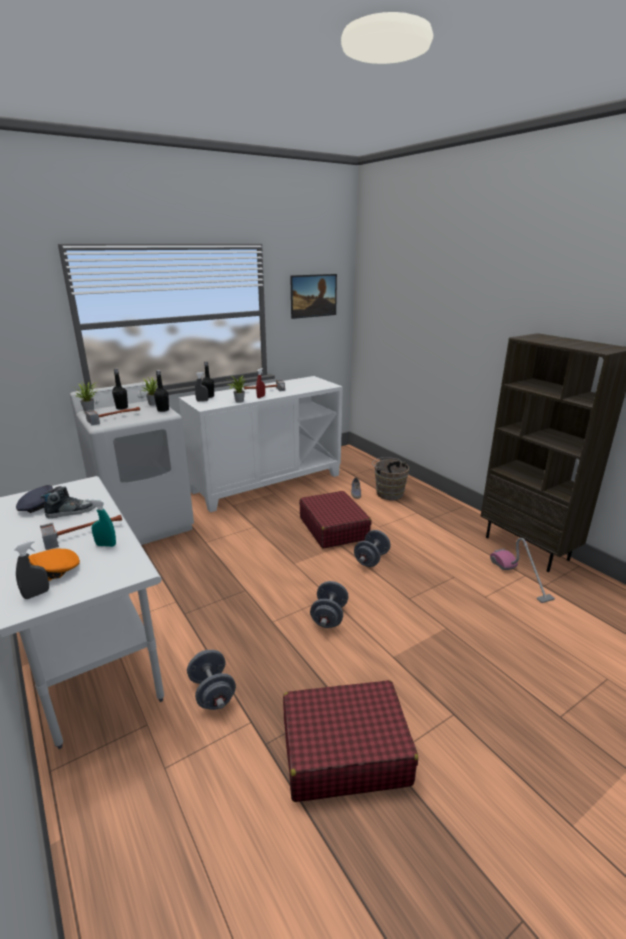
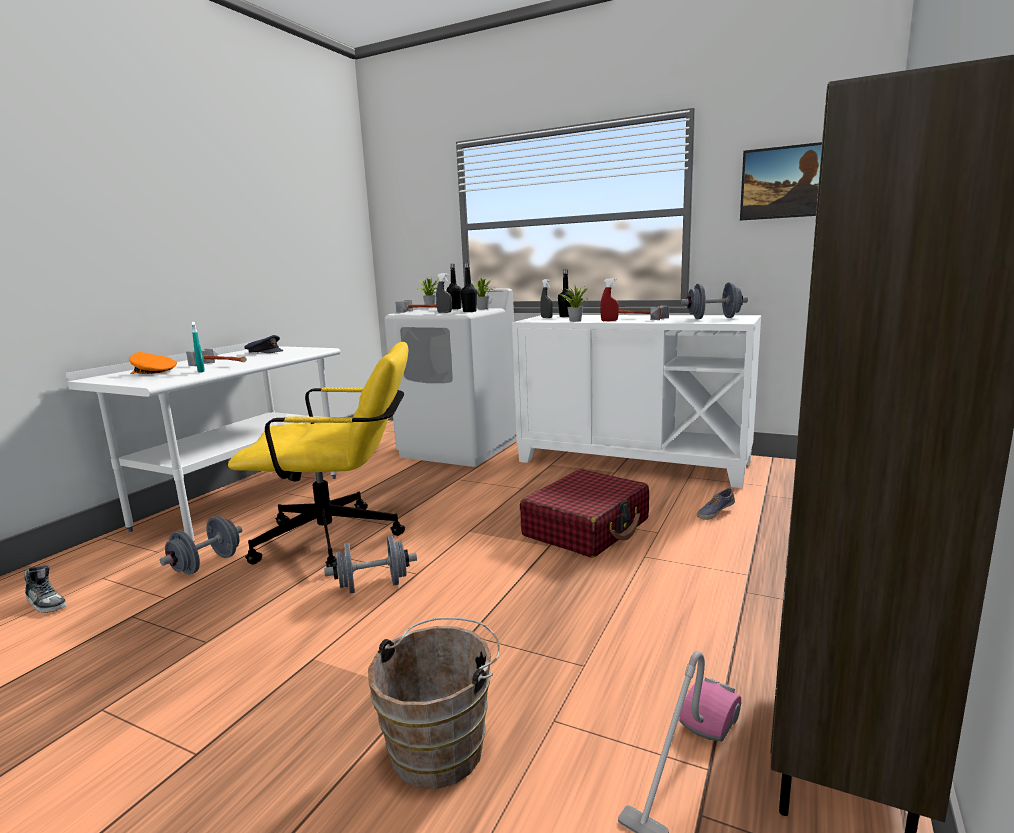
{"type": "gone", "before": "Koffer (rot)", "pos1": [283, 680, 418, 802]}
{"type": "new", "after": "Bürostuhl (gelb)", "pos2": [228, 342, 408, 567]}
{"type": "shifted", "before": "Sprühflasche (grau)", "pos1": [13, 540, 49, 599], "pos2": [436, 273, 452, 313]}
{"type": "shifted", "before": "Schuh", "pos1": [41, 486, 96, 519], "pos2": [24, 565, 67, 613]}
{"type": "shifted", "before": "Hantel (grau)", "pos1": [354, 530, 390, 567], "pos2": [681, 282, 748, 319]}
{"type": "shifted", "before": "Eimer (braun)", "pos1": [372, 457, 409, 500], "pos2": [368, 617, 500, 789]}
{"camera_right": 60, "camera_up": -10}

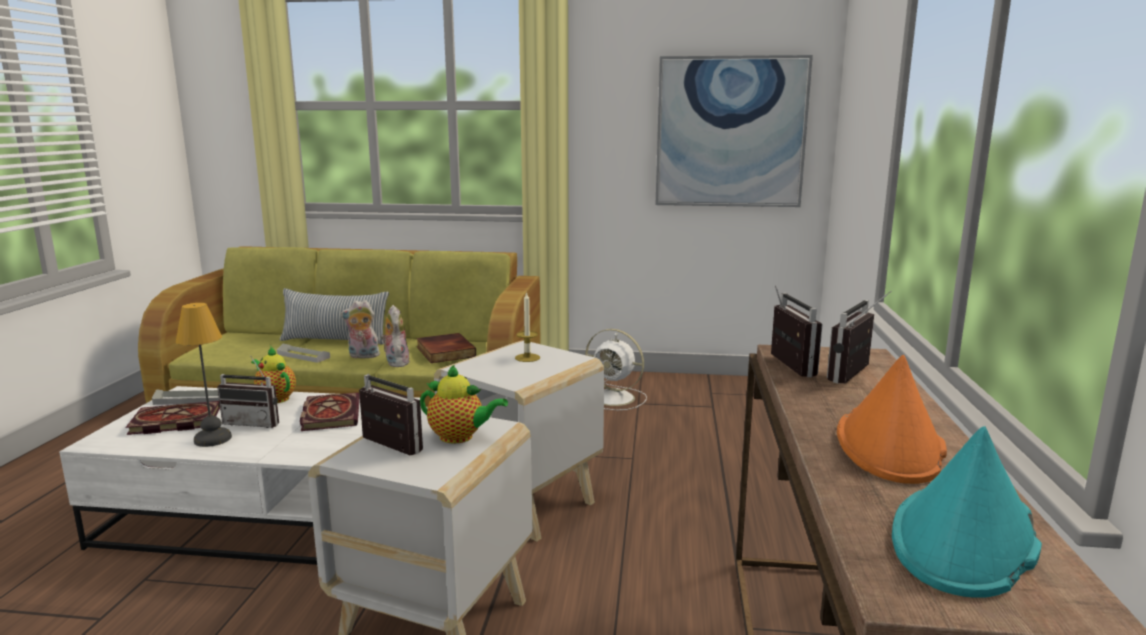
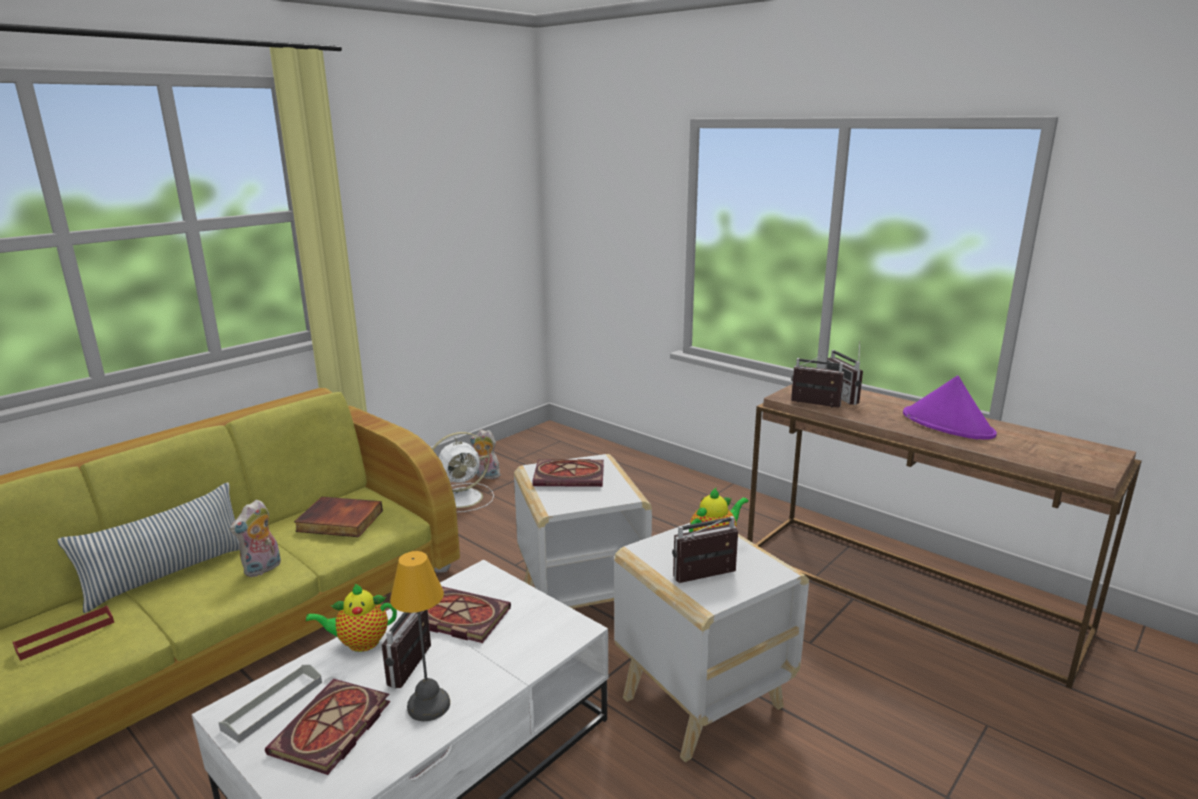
{"type": "gone", "before": "Tablett (grau)", "pos1": [277, 343, 330, 363]}
{"type": "gone", "before": "Bild", "pos1": [656, 55, 813, 207]}
{"type": "gone", "before": "Hut (türkis)", "pos1": [892, 426, 1042, 598]}
{"type": "new", "after": "Tablett (rot)", "pos2": [13, 606, 114, 661]}
{"type": "shifted", "before": "Plüschtier", "pos1": [380, 305, 410, 367], "pos2": [470, 430, 500, 479]}
{"type": "swapped", "before": "Kerze", "after": "Buch", "pos1": [515, 292, 540, 362], "pos2": [533, 459, 604, 487]}
{"type": "repainted", "before": "Hut (orange)", "after": "Hut (lila)", "pos1": [837, 355, 947, 484], "pos2": [903, 376, 997, 440]}
{"type": "rotated", "before": "Radio", "pos1": [217, 355, 279, 428], "pos2": [381, 610, 431, 689], "turn": 150}
{"camera_right": -55, "camera_up": 5}

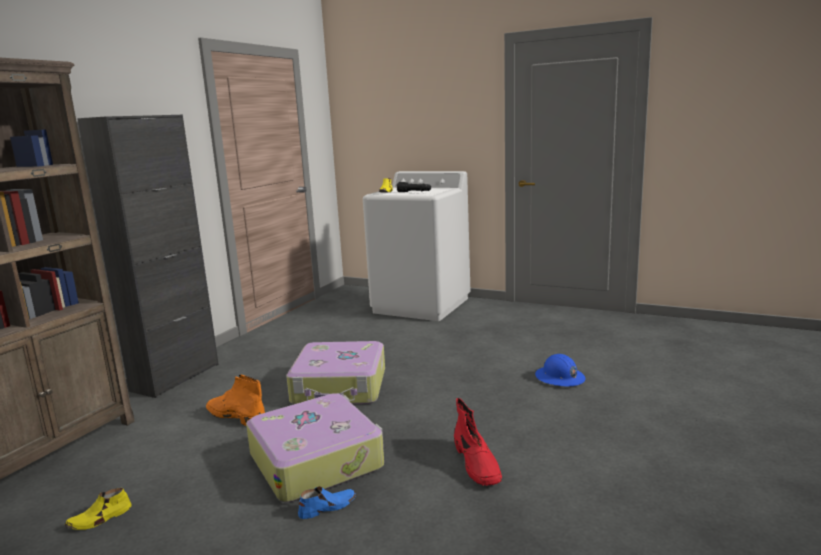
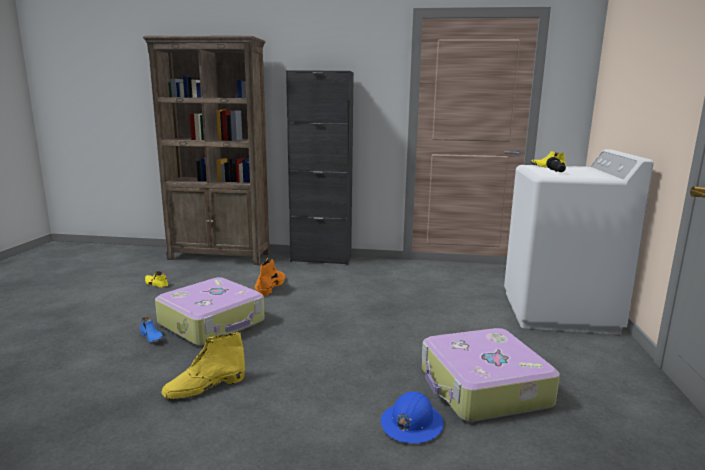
{"type": "shifted", "before": "Koffer", "pos1": [286, 341, 385, 404], "pos2": [422, 328, 560, 422]}
{"type": "repainted", "before": "Stiefel (rot)", "after": "Stiefel (gelb)", "pos1": [454, 398, 502, 486], "pos2": [161, 332, 245, 399]}
{"camera_right": 70, "camera_up": 0}

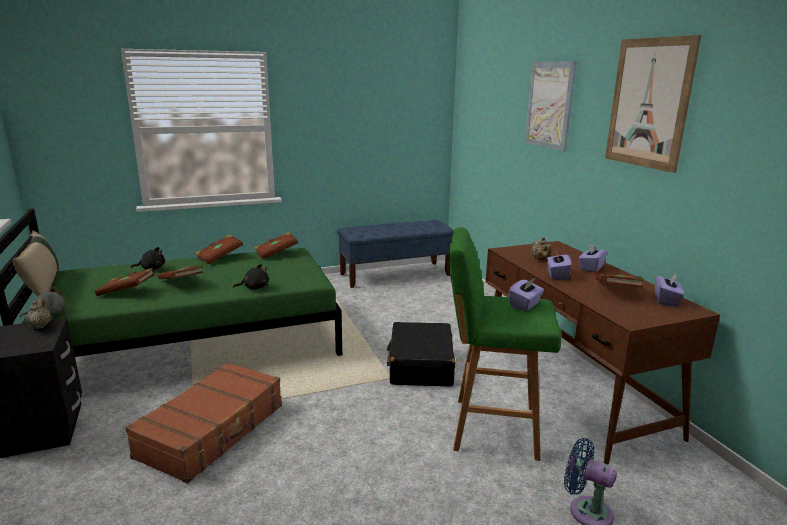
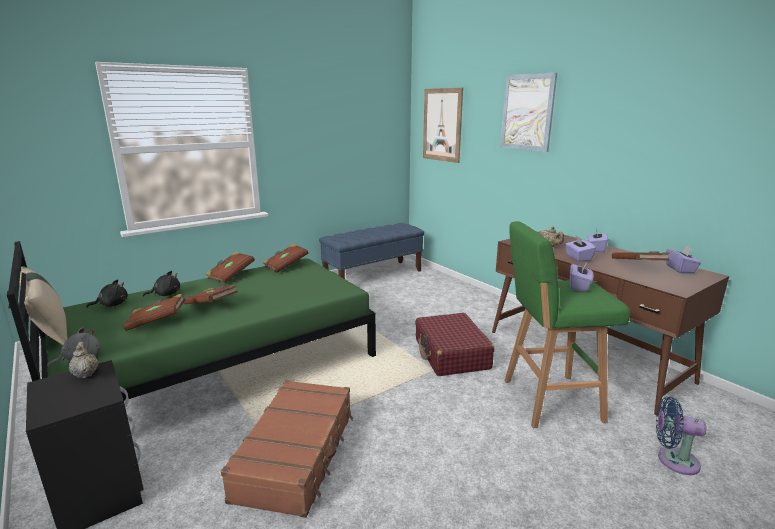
{"type": "shifted", "before": "Plüschtier (schwarz)", "pos1": [233, 264, 269, 290], "pos2": [86, 279, 128, 308]}
{"type": "shifted", "before": "Bild", "pos1": [605, 35, 702, 173], "pos2": [423, 88, 463, 163]}
{"type": "repainted", "before": "Koffer (schwarz)", "after": "Koffer (rot)", "pos1": [387, 322, 455, 386], "pos2": [415, 313, 494, 376]}
{"camera_right": -15, "camera_up": 0}

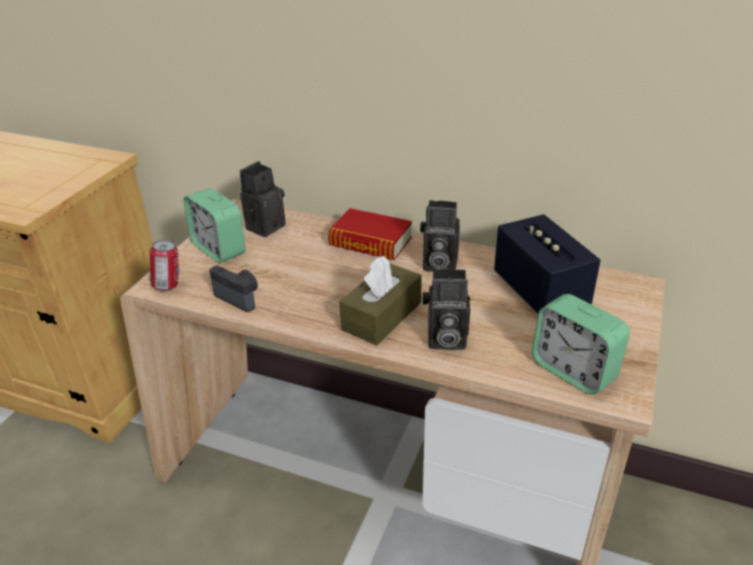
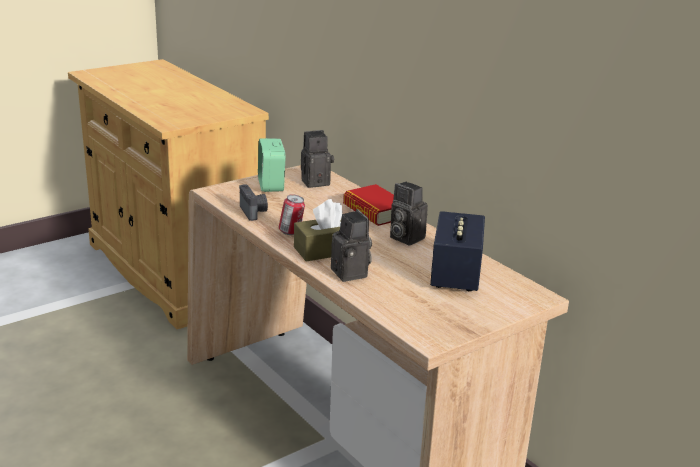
{"type": "gone", "before": "Wecker", "pos1": [532, 294, 630, 395]}
{"type": "shifted", "before": "Dose", "pos1": [150, 240, 179, 291], "pos2": [279, 194, 305, 235]}
{"type": "rotated", "before": "Kamera", "pos1": [422, 269, 471, 350], "pos2": [331, 209, 372, 282], "turn": -150}
{"camera_right": 30, "camera_up": -10}

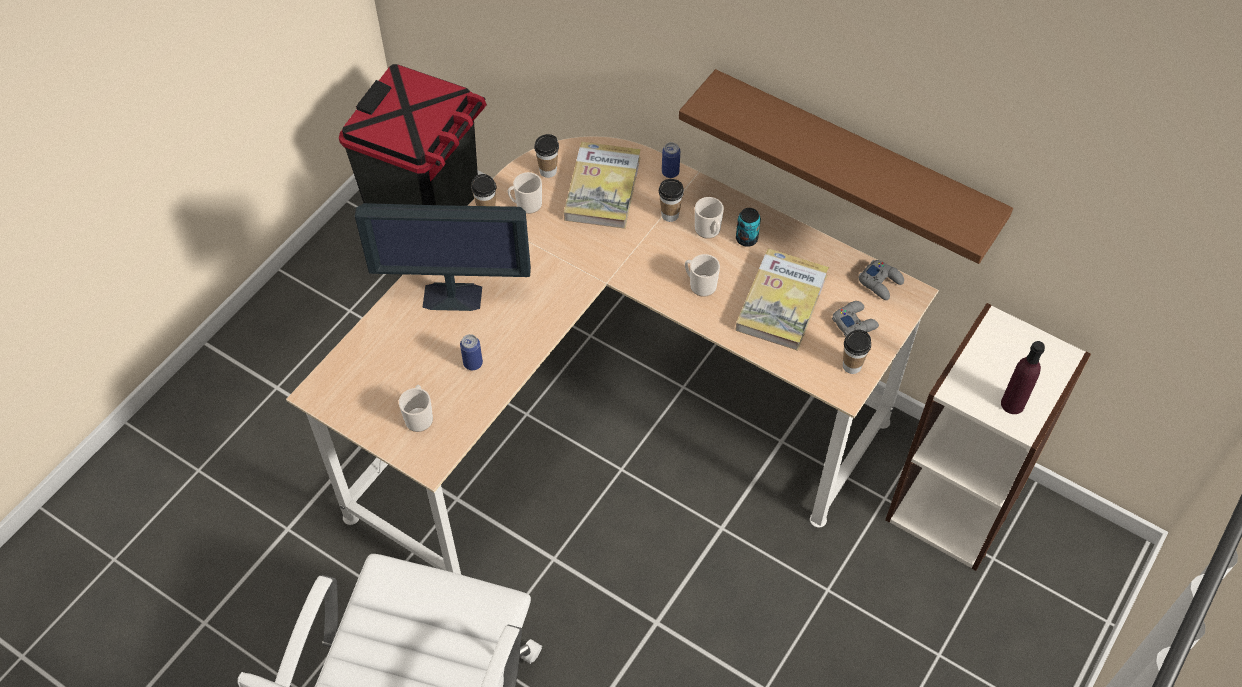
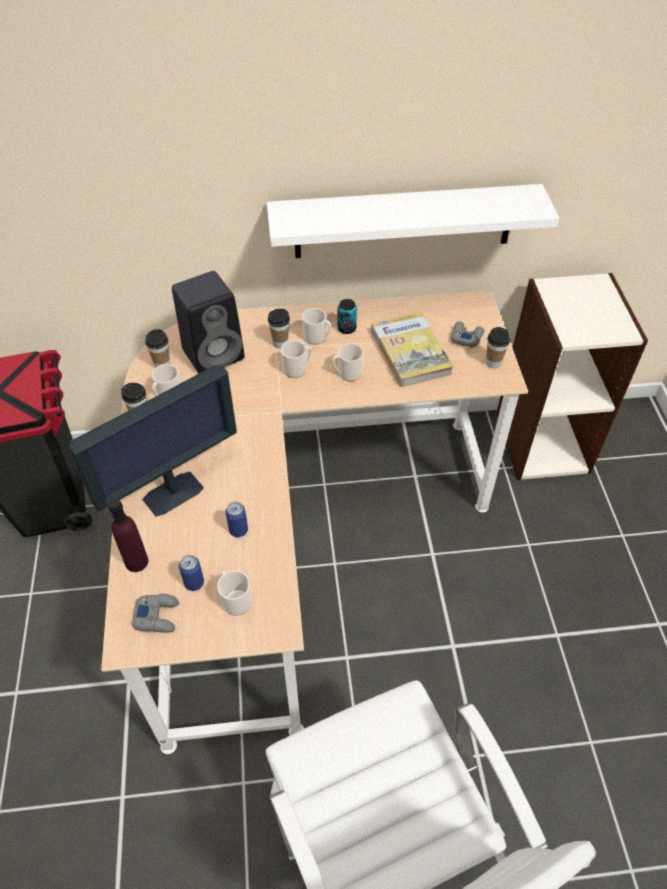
{"type": "new", "after": "Henkelbecher", "pos2": [281, 340, 312, 378]}
{"type": "shifted", "before": "Dose", "pos1": [662, 142, 680, 178], "pos2": [179, 555, 204, 591]}
{"type": "shifted", "before": "Gamepad (grau)", "pos1": [858, 260, 904, 300], "pos2": [132, 594, 179, 633]}
{"type": "shifted", "before": "Flasche (lila)", "pos1": [1001, 341, 1045, 414], "pos2": [108, 499, 148, 572]}
{"type": "swapped", "before": "Buch", "after": "Lautsprecher (schwarz)", "pos1": [564, 142, 641, 229], "pos2": [172, 271, 245, 374]}
{"type": "repainted", "before": "Wandregal (braun)", "after": "Wandregal (weiß)", "pos1": [679, 69, 1013, 264], "pos2": [267, 184, 559, 258]}
{"camera_right": -40, "camera_up": -5}

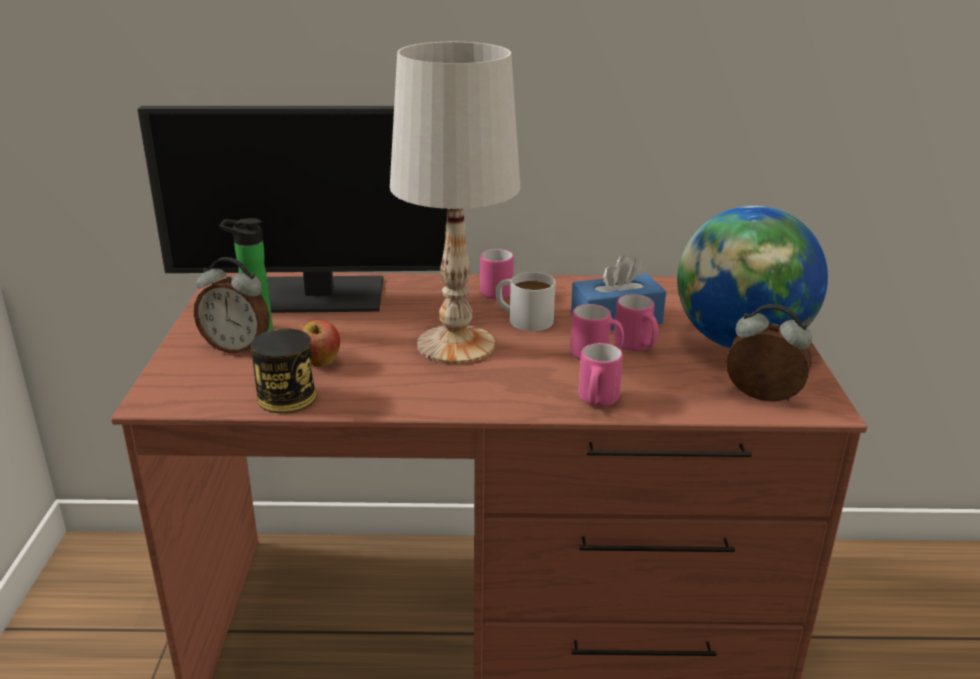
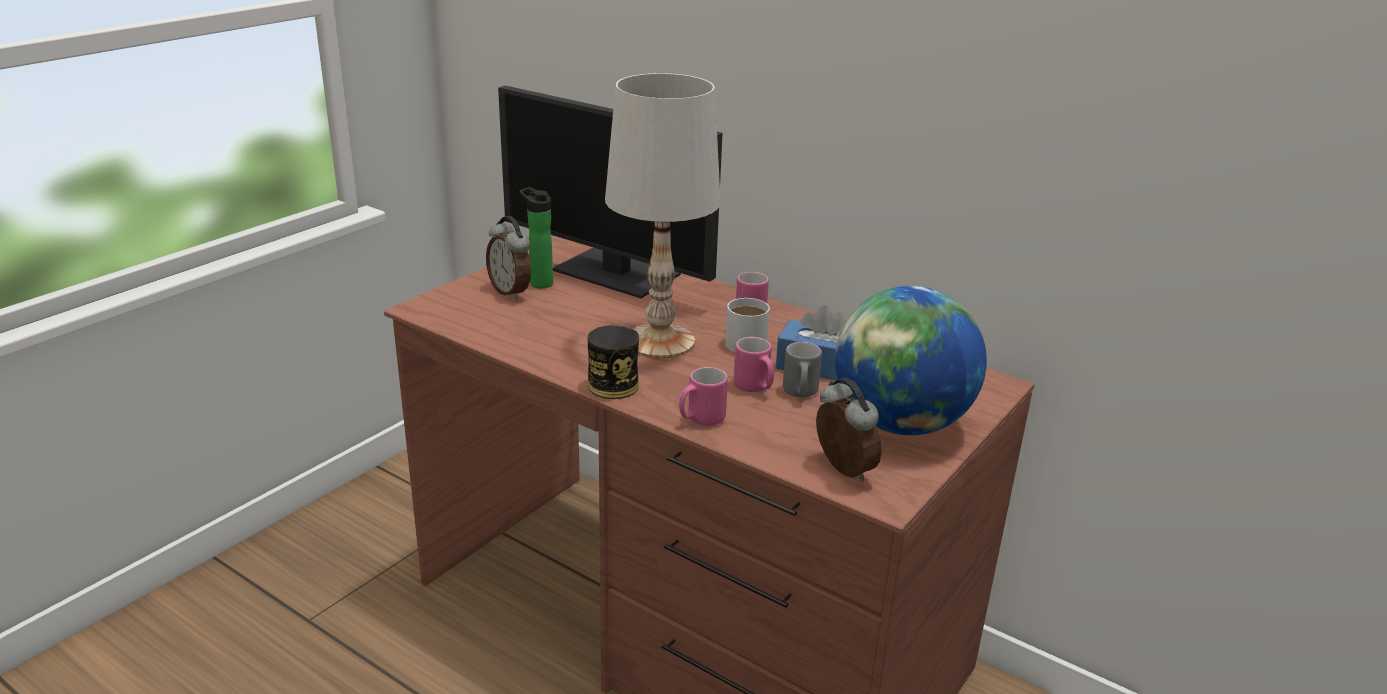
{"type": "gone", "before": "Apfel", "pos1": [300, 320, 340, 367]}
{"type": "shifted", "before": "Dose", "pos1": [251, 329, 316, 413], "pos2": [588, 325, 639, 399]}
{"type": "repainted", "before": "Henkelbecher (rosa)", "after": "Henkelbecher (grau)", "pos1": [614, 294, 658, 351], "pos2": [783, 342, 822, 397]}
{"camera_right": 35, "camera_up": 0}

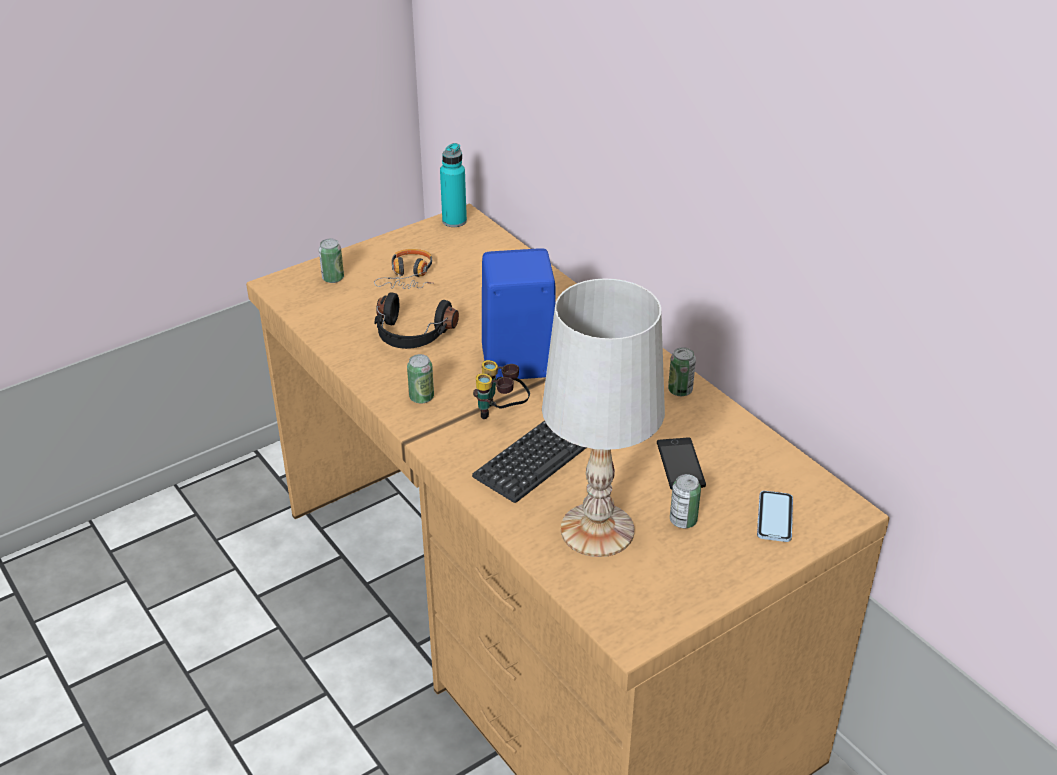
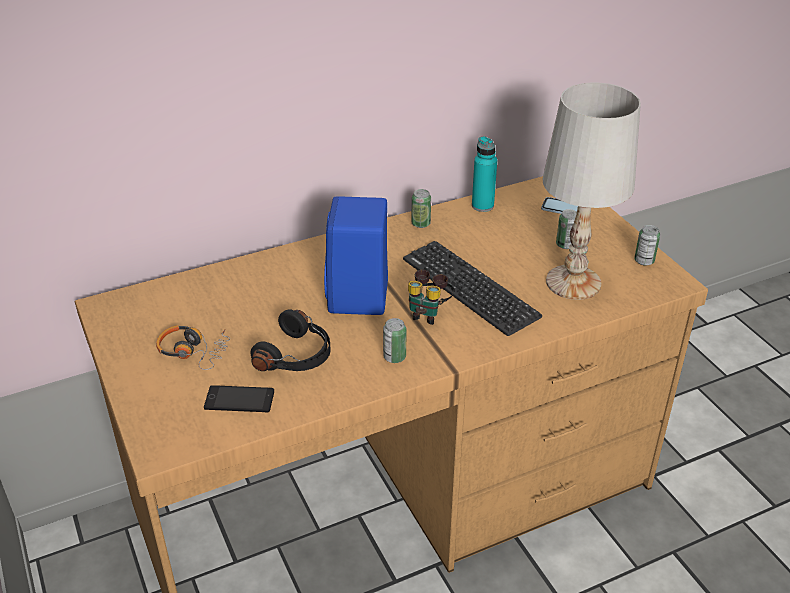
{"type": "shifted", "before": "Dose", "pos1": [319, 239, 344, 283], "pos2": [634, 225, 660, 266]}
{"type": "shifted", "before": "Flasche (türkis)", "pos1": [440, 143, 467, 227], "pos2": [472, 136, 497, 212]}
{"type": "shifted", "before": "Handy", "pos1": [657, 437, 706, 490], "pos2": [204, 385, 274, 413]}
{"camera_right": -80, "camera_up": 0}

